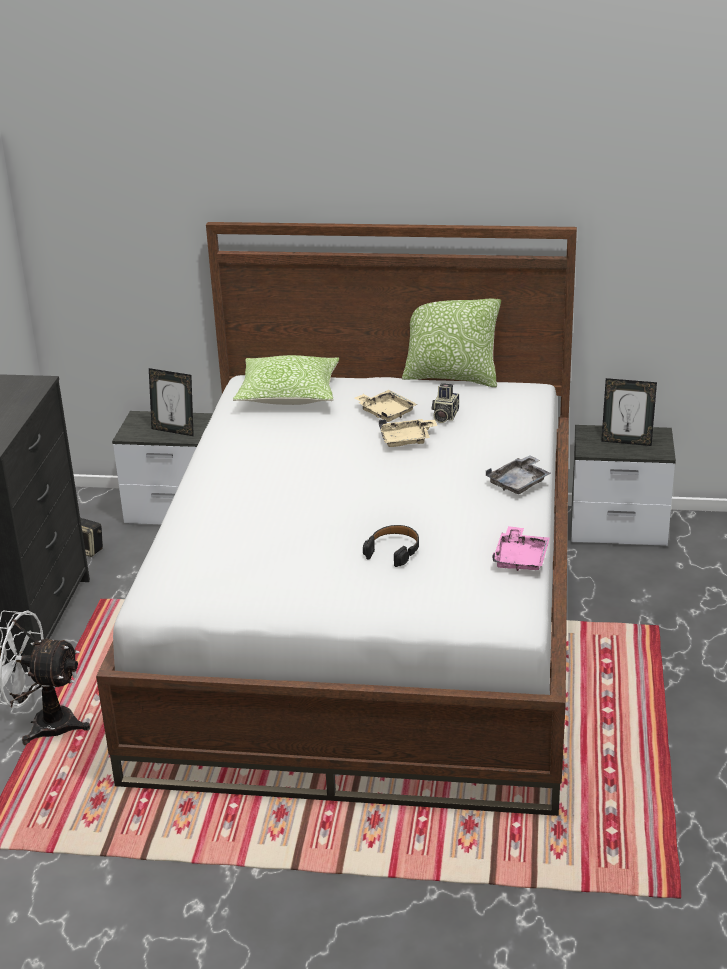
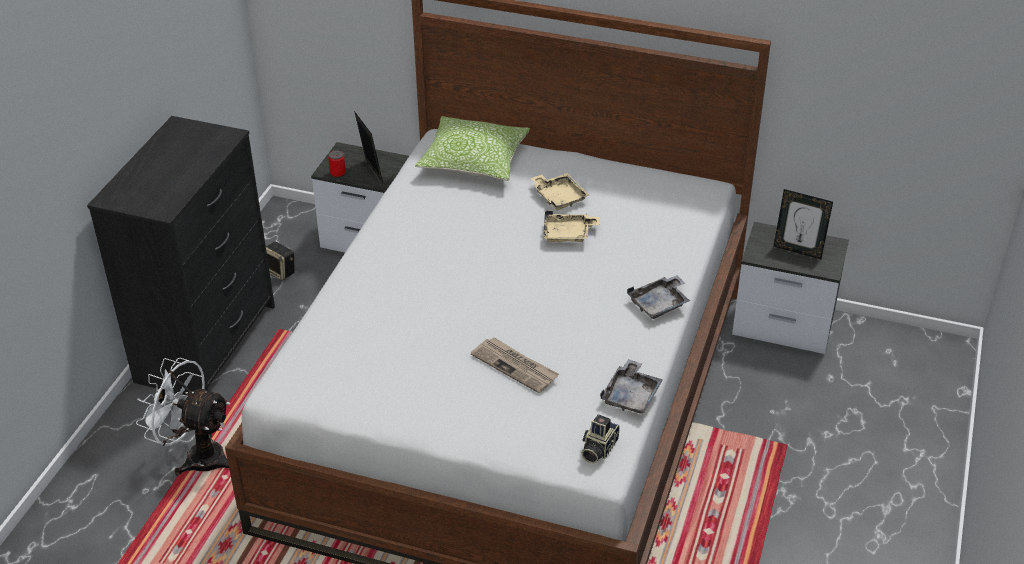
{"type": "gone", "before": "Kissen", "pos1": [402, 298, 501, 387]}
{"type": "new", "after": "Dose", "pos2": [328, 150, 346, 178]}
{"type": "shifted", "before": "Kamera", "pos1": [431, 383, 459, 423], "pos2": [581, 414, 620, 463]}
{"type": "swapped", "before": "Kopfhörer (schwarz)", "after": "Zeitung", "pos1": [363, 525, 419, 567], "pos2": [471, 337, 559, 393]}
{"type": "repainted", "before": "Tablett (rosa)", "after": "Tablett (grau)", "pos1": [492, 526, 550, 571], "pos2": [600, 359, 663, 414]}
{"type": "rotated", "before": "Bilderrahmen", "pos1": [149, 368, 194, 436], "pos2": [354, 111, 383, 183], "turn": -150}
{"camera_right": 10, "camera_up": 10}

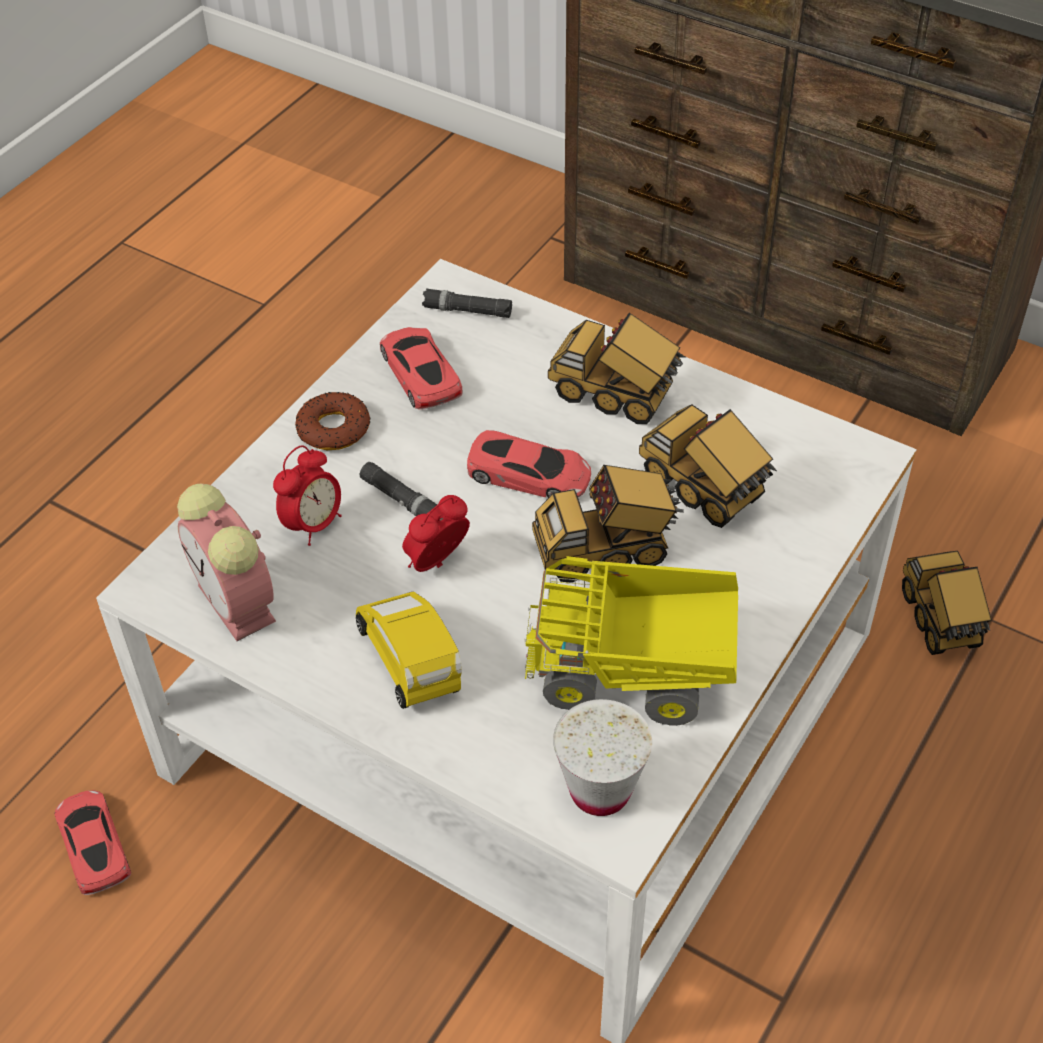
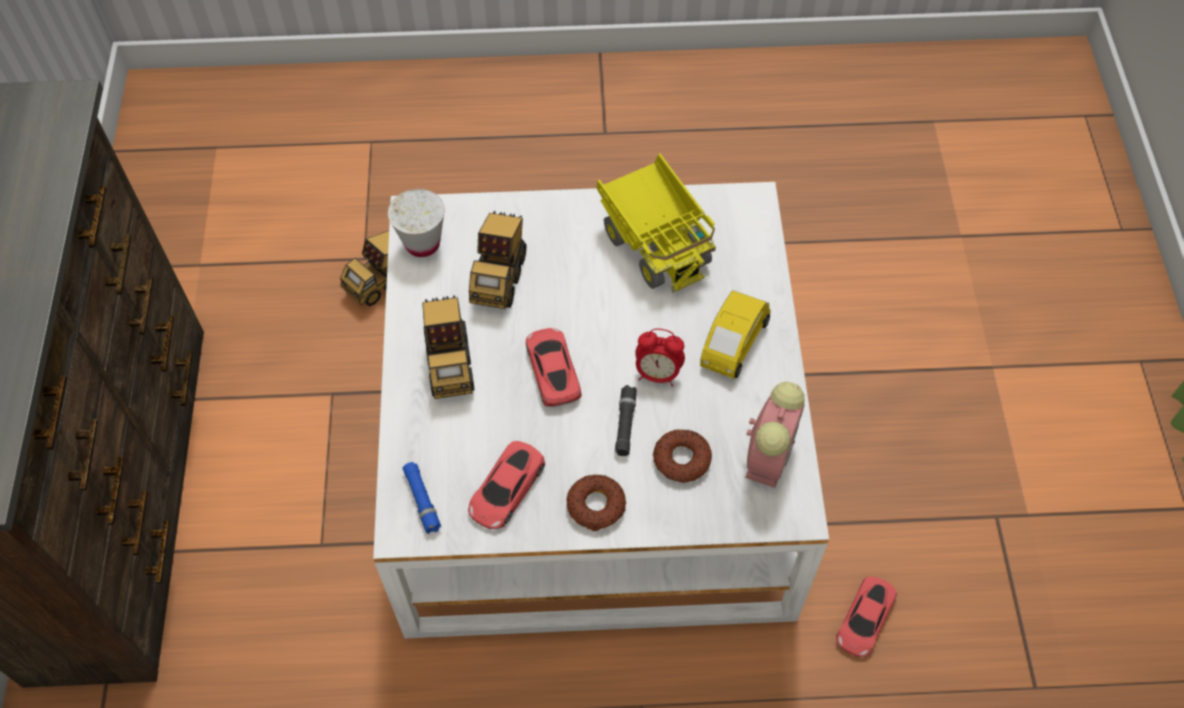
{"type": "gone", "before": "Spielzeuglaster", "pos1": [532, 465, 684, 583]}
{"type": "shifted", "before": "Tasse (weiß)", "pos1": [553, 699, 652, 816], "pos2": [388, 189, 445, 257]}
{"type": "swapped", "before": "Wecker", "after": "Donut", "pos1": [273, 445, 342, 546], "pos2": [653, 429, 712, 483]}
{"type": "repainted", "before": "Taschenlampe (schwarz)", "after": "Taschenlampe (blau)", "pos1": [422, 289, 512, 318], "pos2": [403, 462, 441, 534]}
{"camera_right": -125, "camera_up": 10}

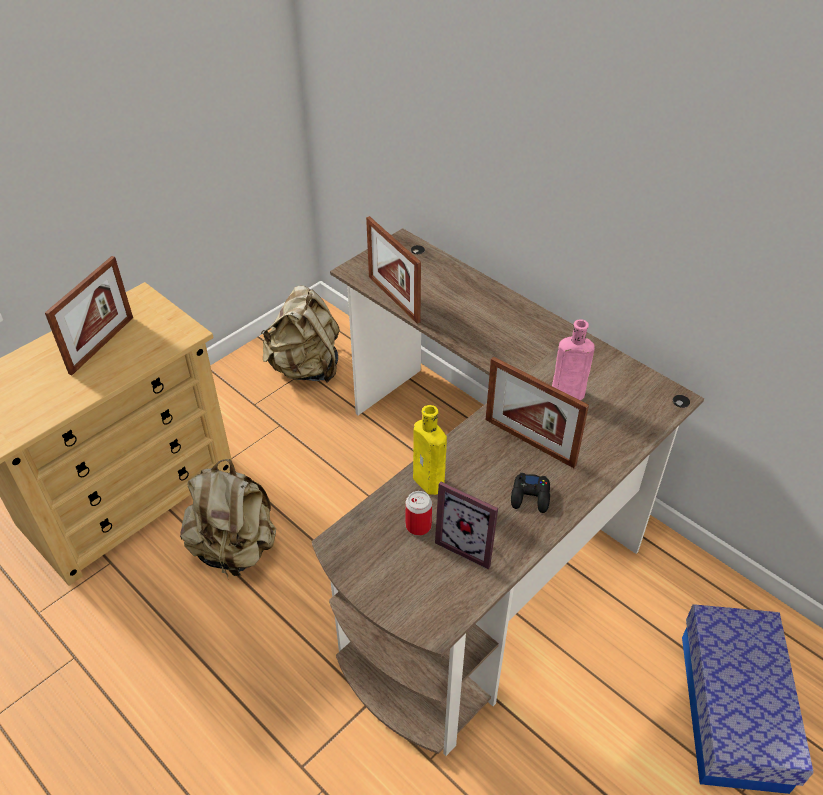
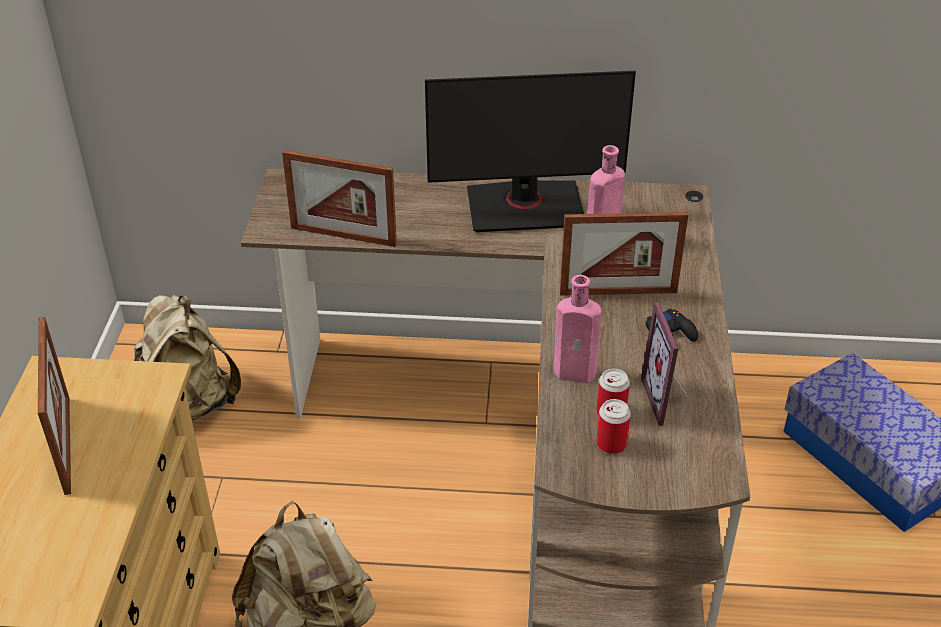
{"type": "new", "after": "Monitor", "pos2": [425, 71, 636, 232]}
{"type": "new", "after": "Dose", "pos2": [596, 399, 631, 454]}
{"type": "repainted", "before": "Flasche (gelb)", "after": "Flasche (rosa)", "pos1": [413, 405, 447, 495], "pos2": [553, 275, 602, 383]}
{"type": "rotated", "before": "Bilderrahmen", "pos1": [435, 482, 498, 569], "pos2": [641, 302, 689, 426], "turn": 90}
{"camera_right": -40, "camera_up": -5}

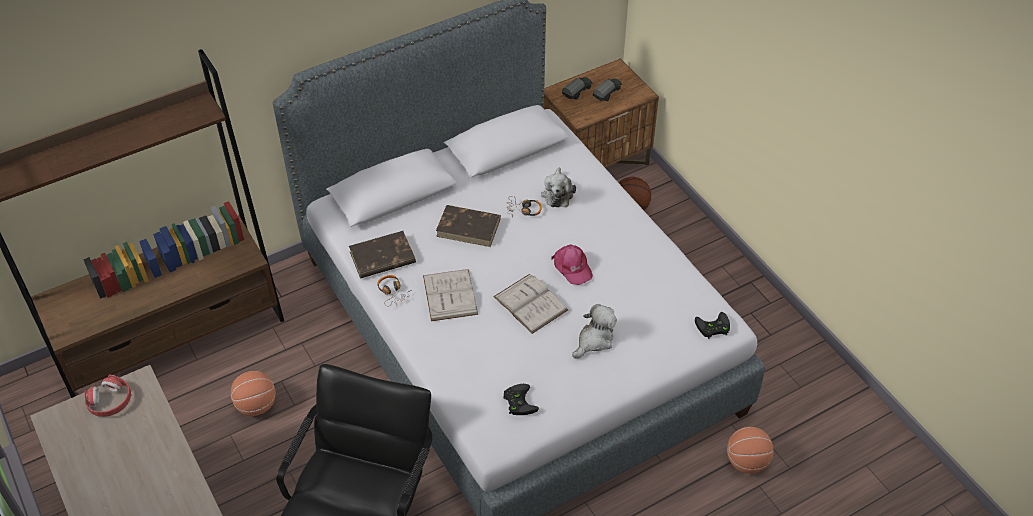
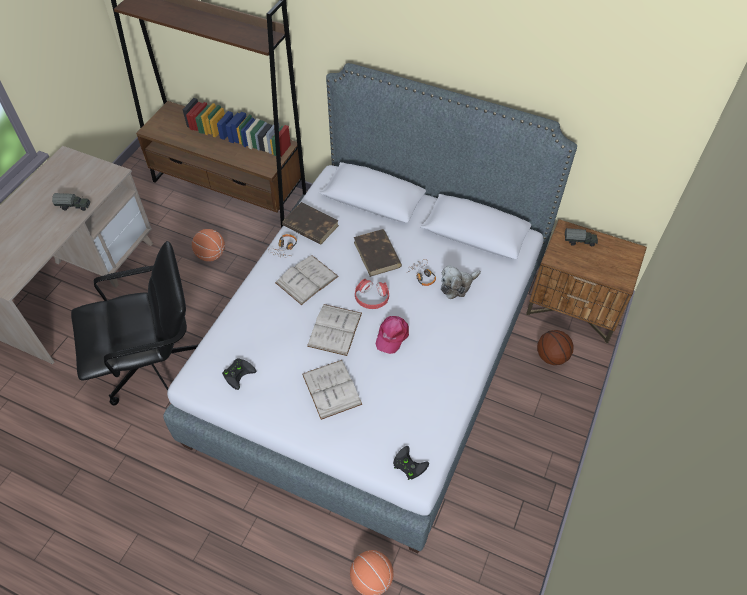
{"type": "shifted", "before": "Kopfhörer (rot)", "pos1": [85, 375, 131, 417], "pos2": [355, 279, 389, 309]}
{"type": "shifted", "before": "Spielzeuglaster", "pos1": [593, 78, 622, 101], "pos2": [52, 193, 90, 211]}
{"type": "swapped", "before": "Plüschtier", "after": "Buch (weiß)", "pos1": [572, 304, 617, 358], "pos2": [302, 360, 362, 420]}
{"camera_right": 55, "camera_up": 5}

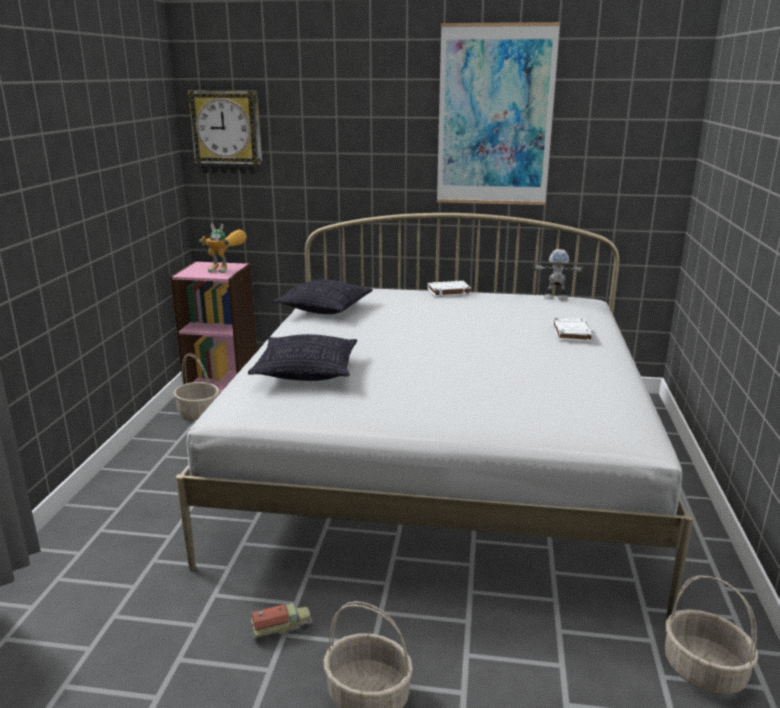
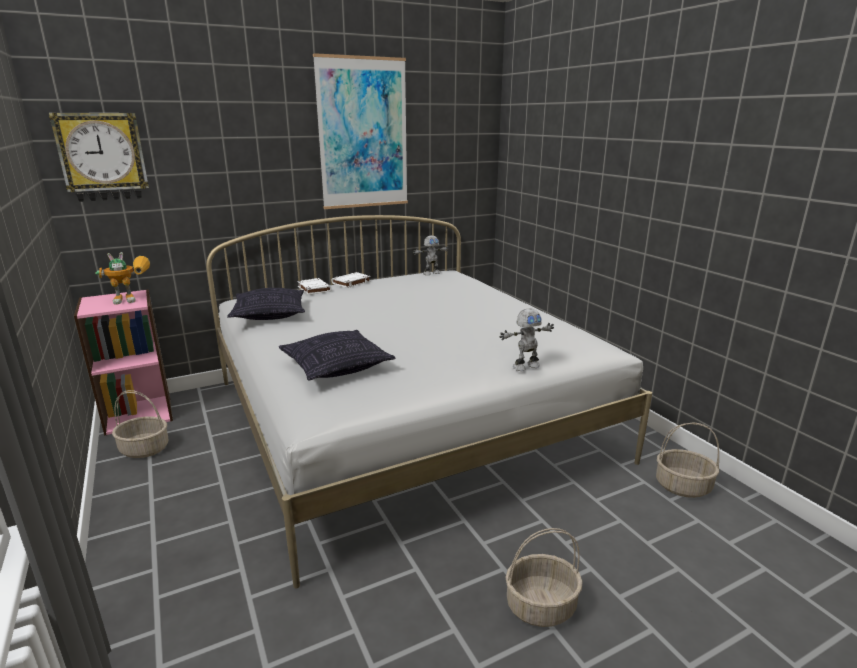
{"type": "gone", "before": "Spielzeuglaster", "pos1": [250, 603, 312, 641]}
{"type": "new", "after": "Spielzeugroboter", "pos2": [500, 308, 554, 371]}
{"type": "shifted", "before": "Buch (weiß)", "pos1": [553, 318, 593, 341], "pos2": [297, 278, 332, 295]}
{"camera_right": -35, "camera_up": 0}

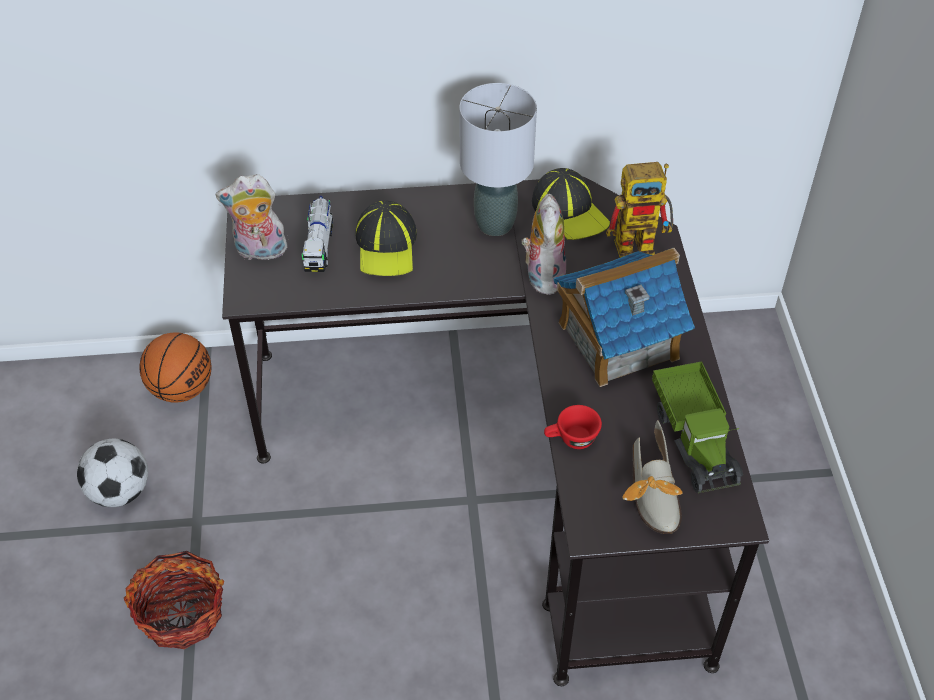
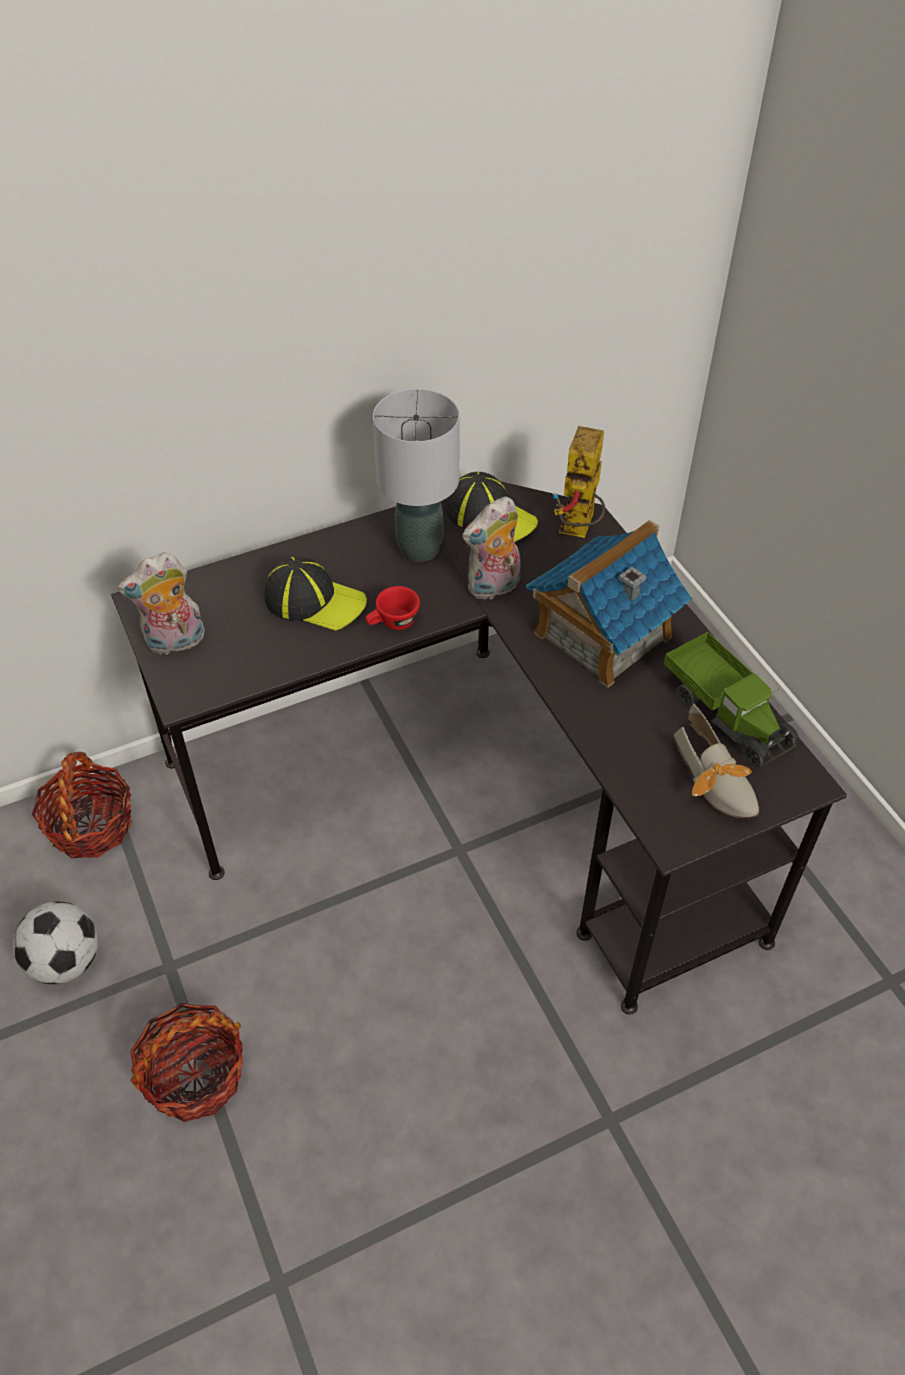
{"type": "gone", "before": "Spielzeuglaster", "pos1": [302, 196, 333, 272]}
{"type": "shifted", "before": "Tasse (rot)", "pos1": [544, 405, 602, 449], "pos2": [366, 586, 420, 630]}
{"type": "swapped", "before": "Basketball", "after": "Korb", "pos1": [139, 332, 211, 403], "pos2": [32, 752, 132, 858]}
{"type": "rotated", "before": "Kappe", "pos1": [356, 200, 417, 276], "pos2": [264, 556, 367, 631], "turn": -45}
{"type": "rotated", "before": "Plüschtier", "pos1": [522, 194, 566, 295], "pos2": [462, 496, 521, 600], "turn": -105}
{"type": "rotated", "before": "Spielzeugroboter", "pos1": [606, 162, 673, 258], "pos2": [553, 426, 605, 538], "turn": 135}
{"camera_right": -20, "camera_up": 0}

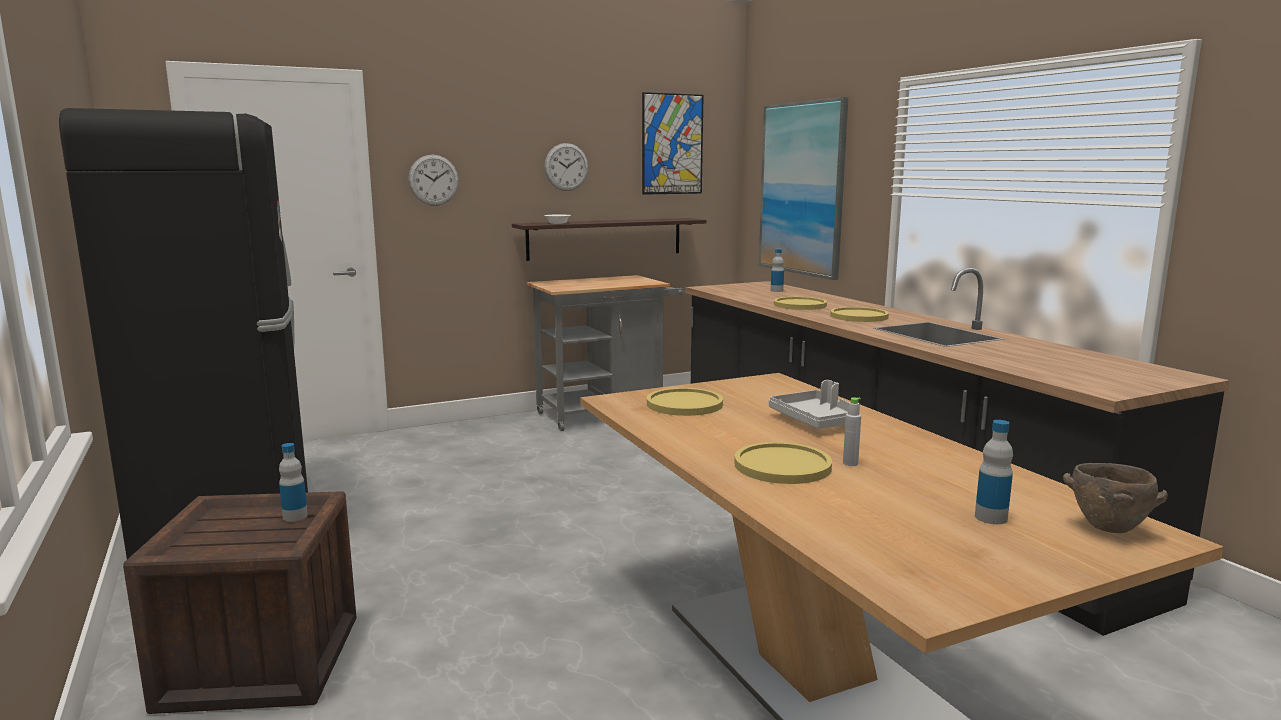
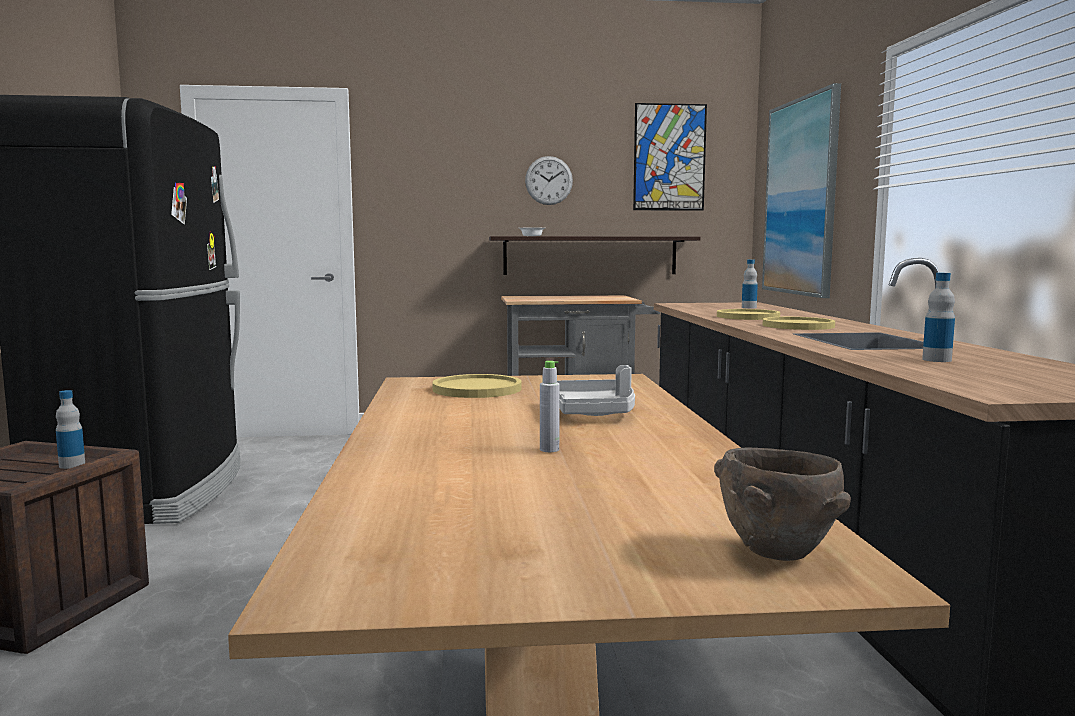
{"type": "gone", "before": "Wanduhr", "pos1": [408, 155, 459, 206]}
{"type": "gone", "before": "Teller (gelb)", "pos1": [734, 442, 832, 484]}
{"type": "shifted", "before": "Flasche", "pos1": [975, 420, 1013, 524], "pos2": [922, 273, 955, 362]}
{"camera_right": 20, "camera_up": -5}

